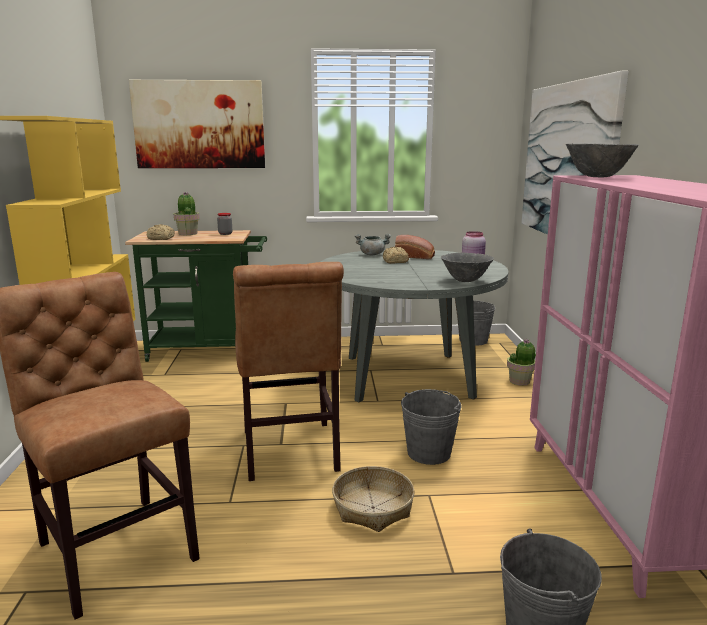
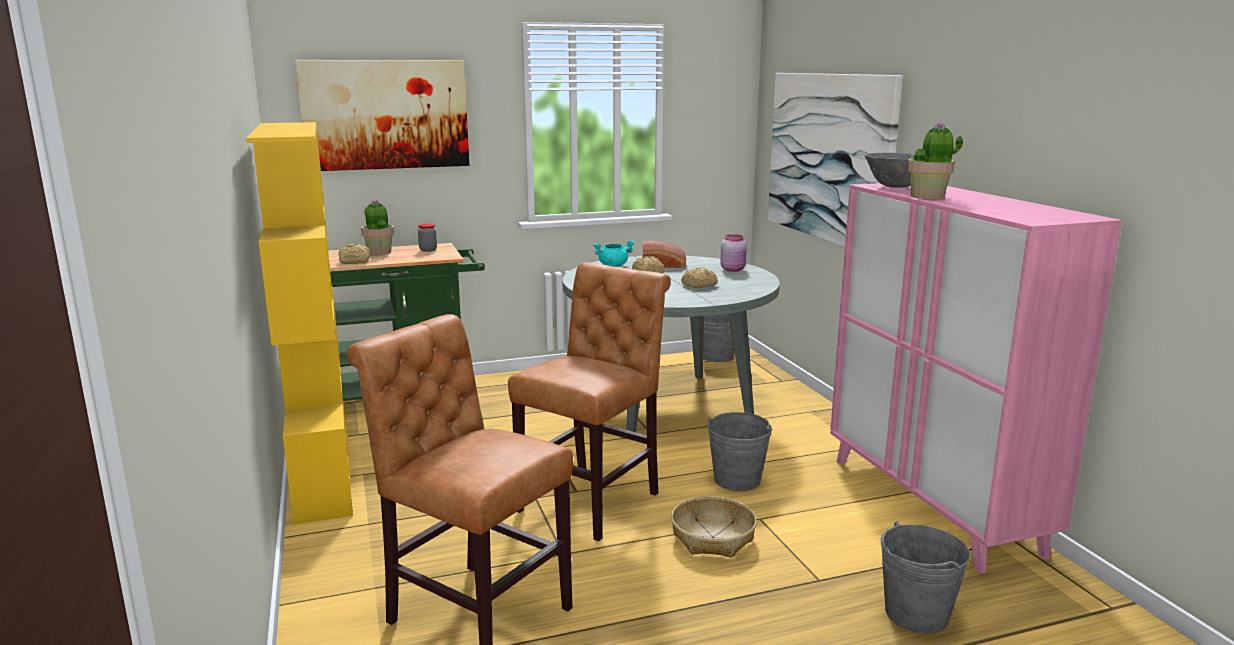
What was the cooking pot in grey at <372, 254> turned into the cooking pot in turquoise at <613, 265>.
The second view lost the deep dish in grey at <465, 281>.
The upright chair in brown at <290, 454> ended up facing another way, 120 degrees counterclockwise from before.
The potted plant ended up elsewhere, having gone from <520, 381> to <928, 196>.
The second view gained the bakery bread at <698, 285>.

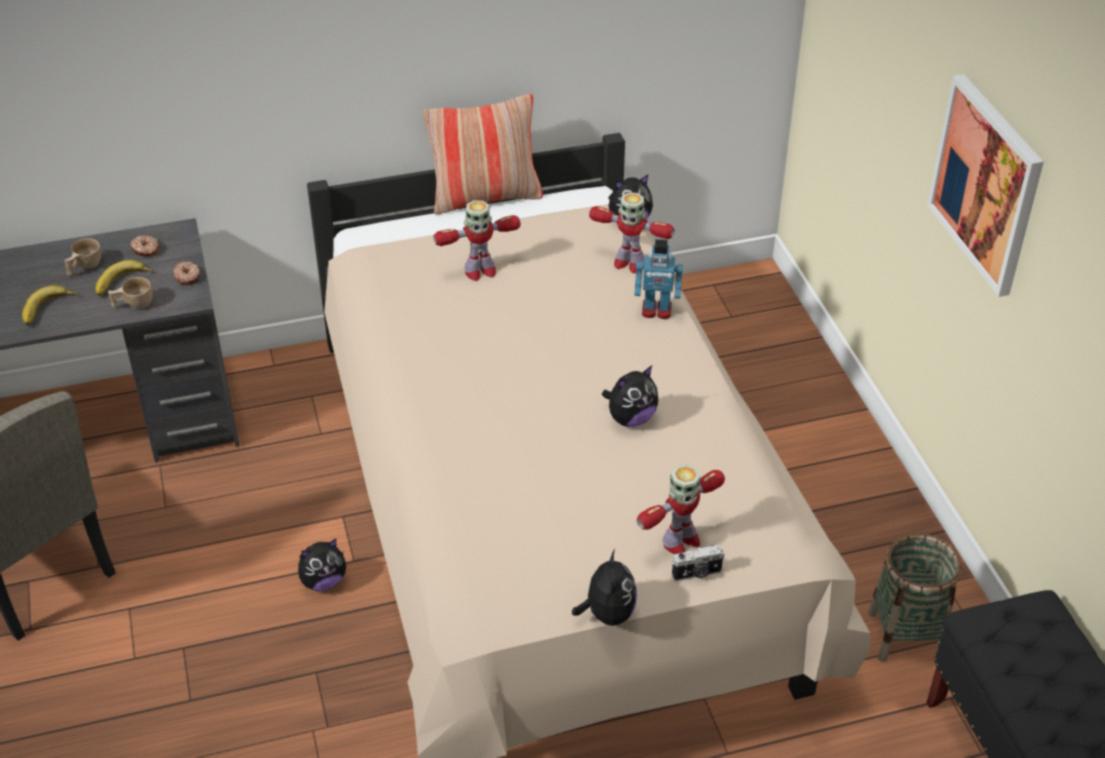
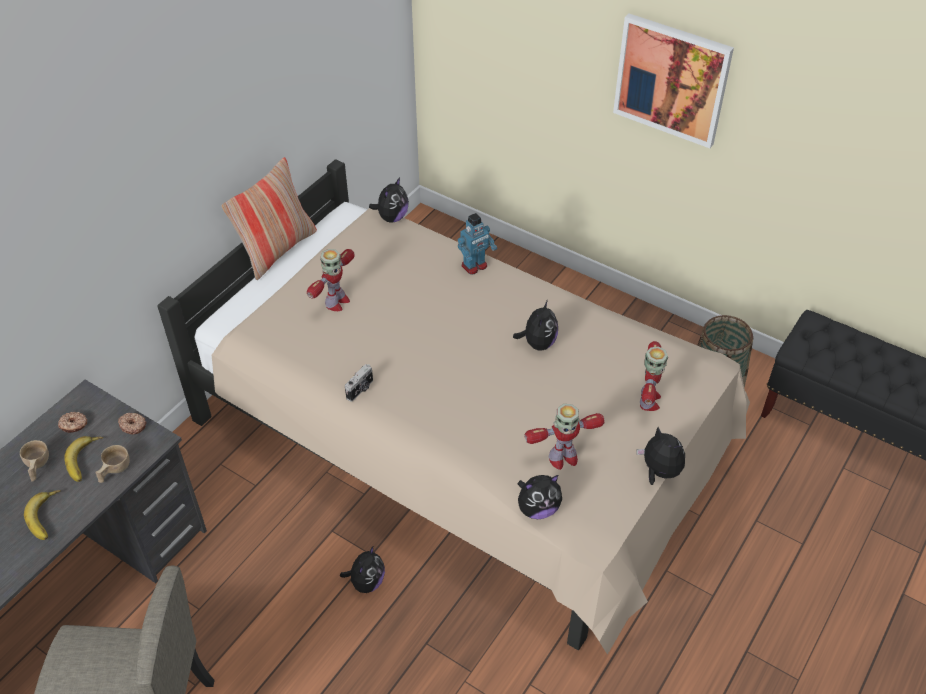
The model robot ended up elsewhere, having gone from <628, 263> to <562, 458>.
The photo camera ended up elsewhere, having gone from <697, 574> to <361, 390>.
The second view gained the cuddly toy at <537, 509>.

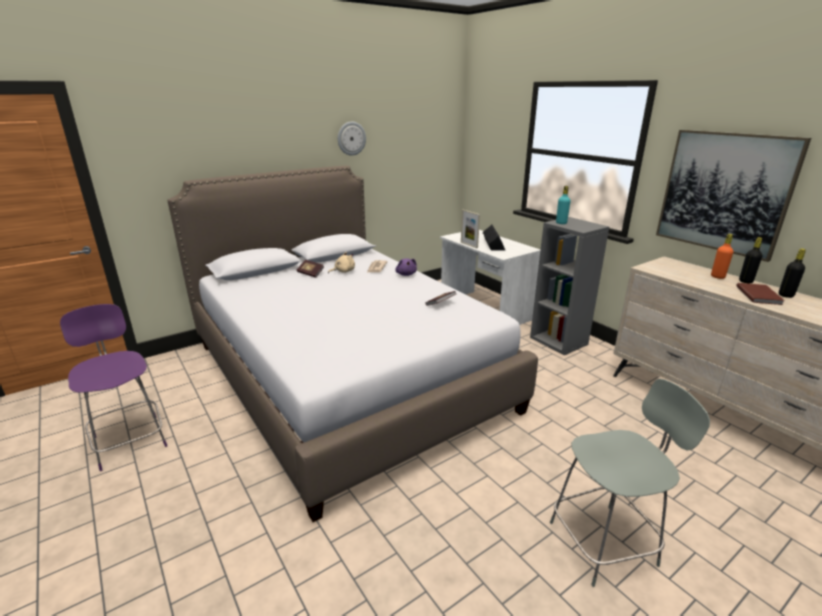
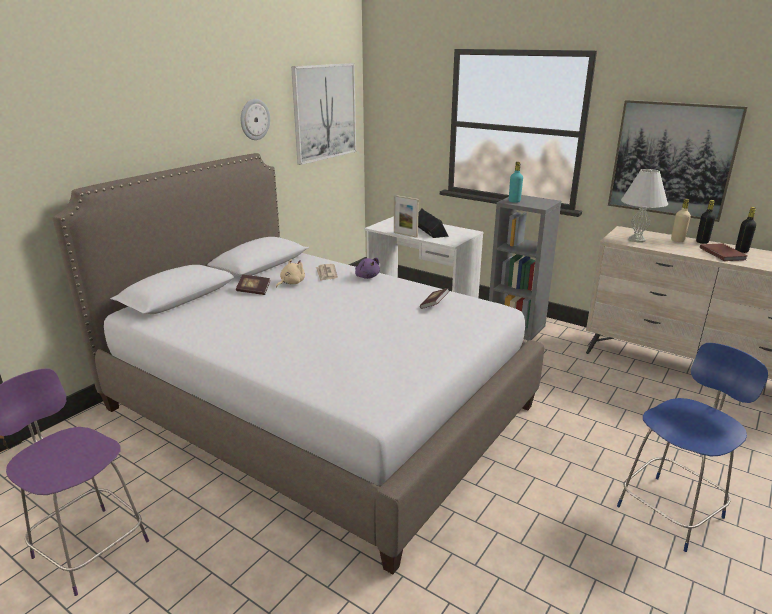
What was the bottle in orange at <717, 276> turned into the bottle in beige-coloured at <677, 240>.
What was the upright chair in grey at <605, 542> turned into the upright chair in blue at <672, 510>.
The second view gained the wall picture at <324, 112>.
The second view gained the lamp for a table in white-coloured at <636, 239>.

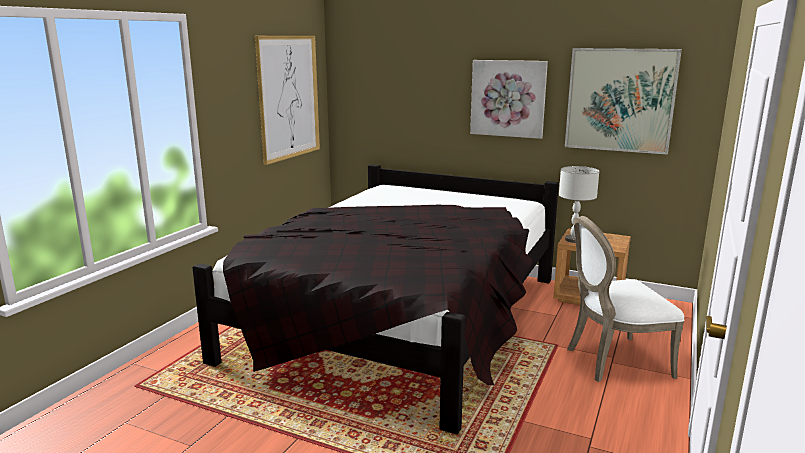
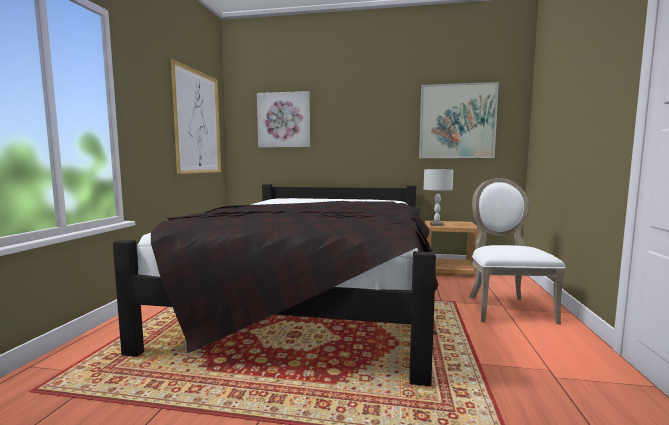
The wall picture ended up elsewhere, having gone from <508, 98> to <284, 120>.
The upright chair in white-coloured at <613, 361> ended up facing another way, 120 degrees clockwise from before.

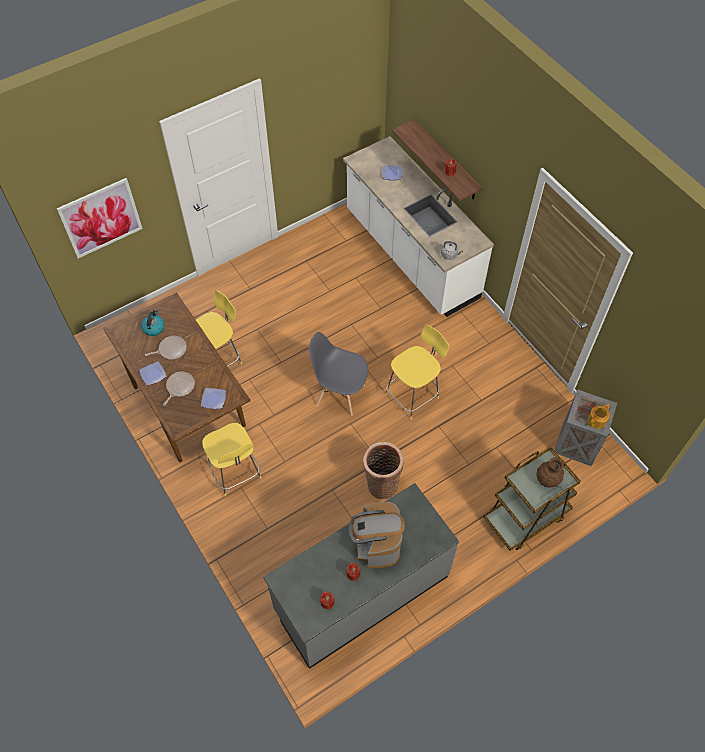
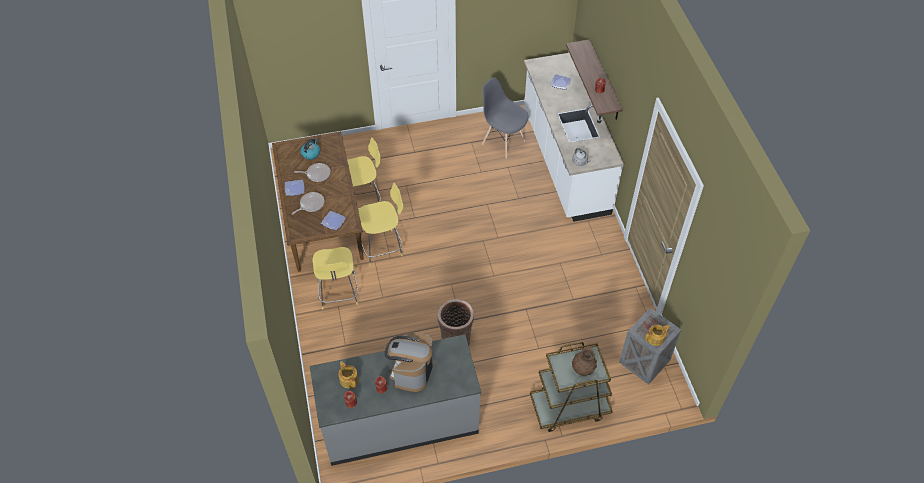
The second view lost the wall picture at <101, 218>.
The sitting stool in yellowish ended up elsewhere, having gone from <413, 395> to <383, 247>.
The upright chair in grey ended up elsewhere, having gone from <340, 394> to <503, 142>.
The second view gained the teapot at <349, 379>.

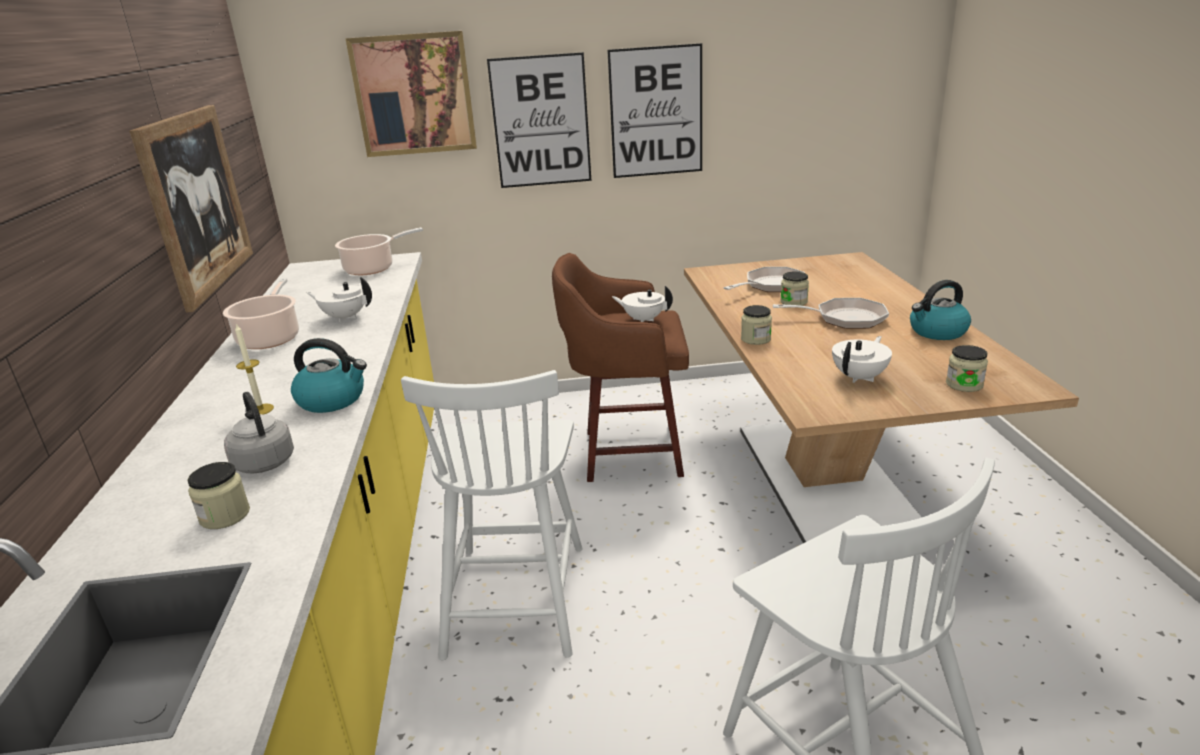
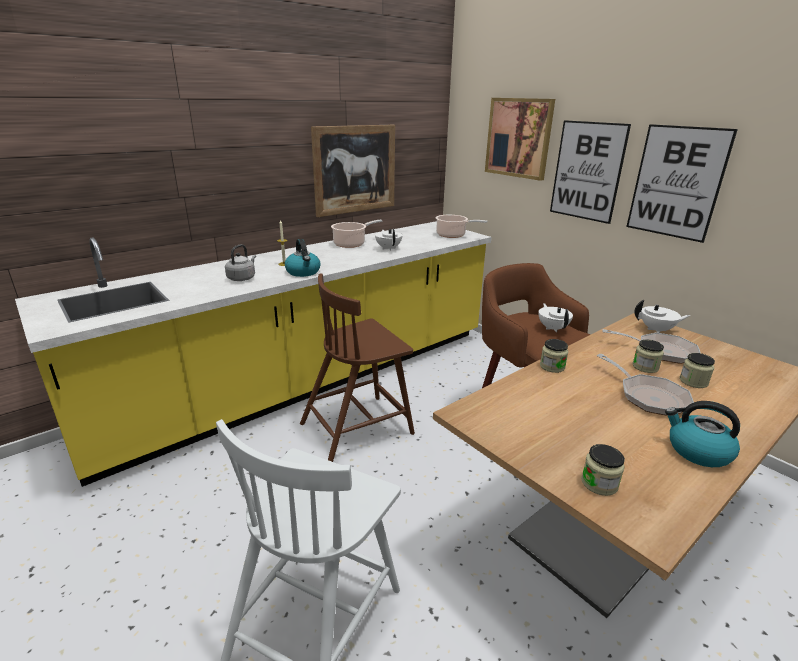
The teapot in white-coloured ended up elsewhere, having gone from <860, 377> to <657, 330>.
What was the upright chair in white-coloured at <515, 596> turned into the upright chair in brown at <358, 427>.
The preserve jar ended up elsewhere, having gone from <225, 515> to <693, 381>.

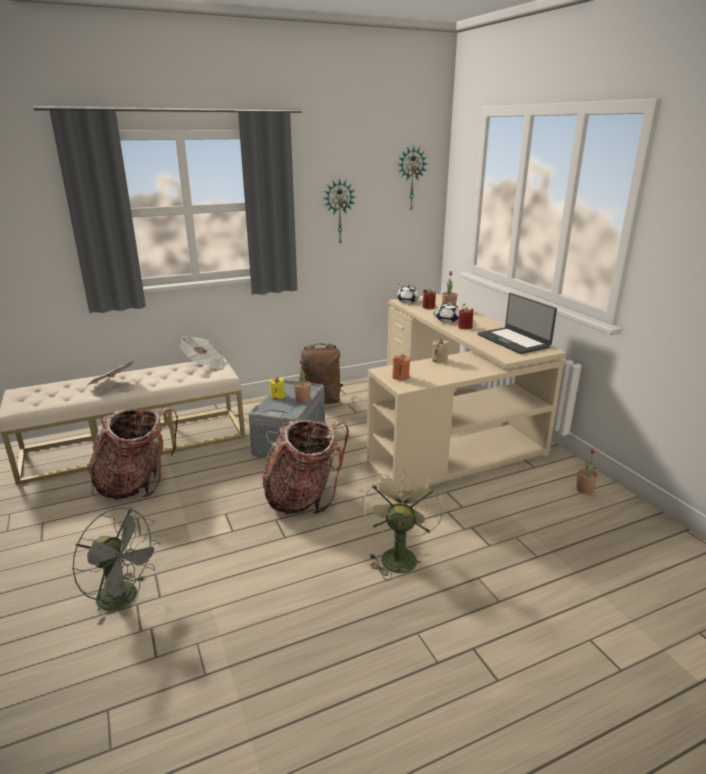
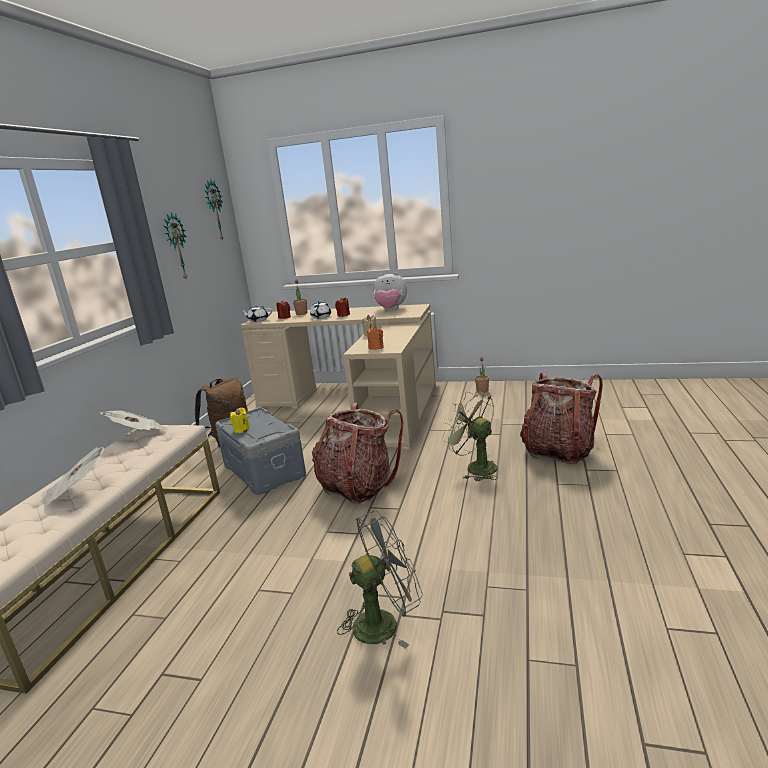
Where the notebook computer stood at <514, 341>, the cuddly toy came to stand at <390, 309>.
The second view lost the potted plant at <303, 399>.
The rucksack ended up elsewhere, having gone from <136, 483> to <558, 450>.

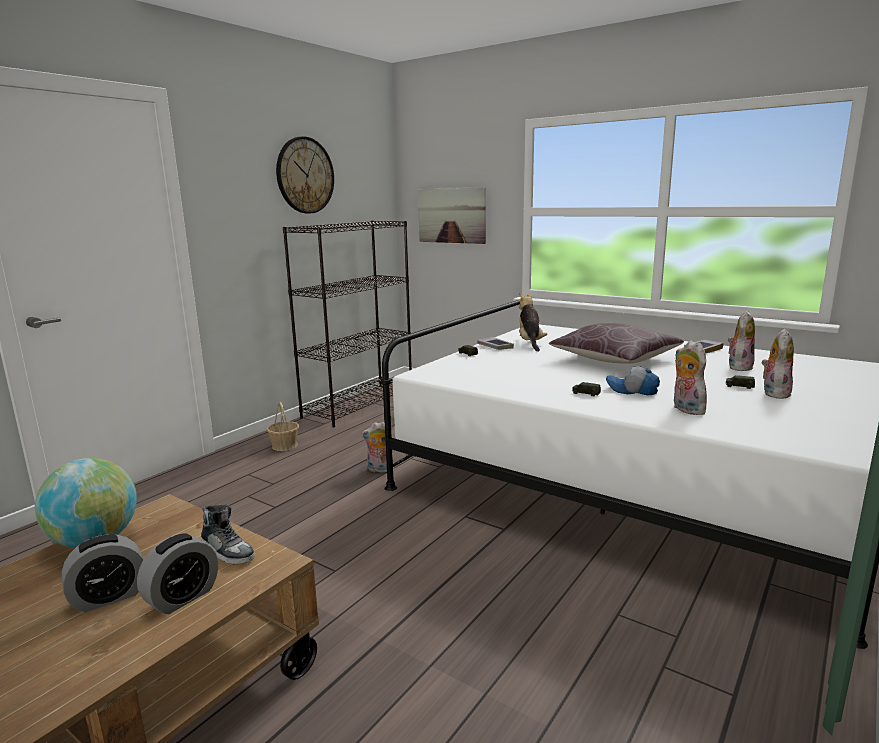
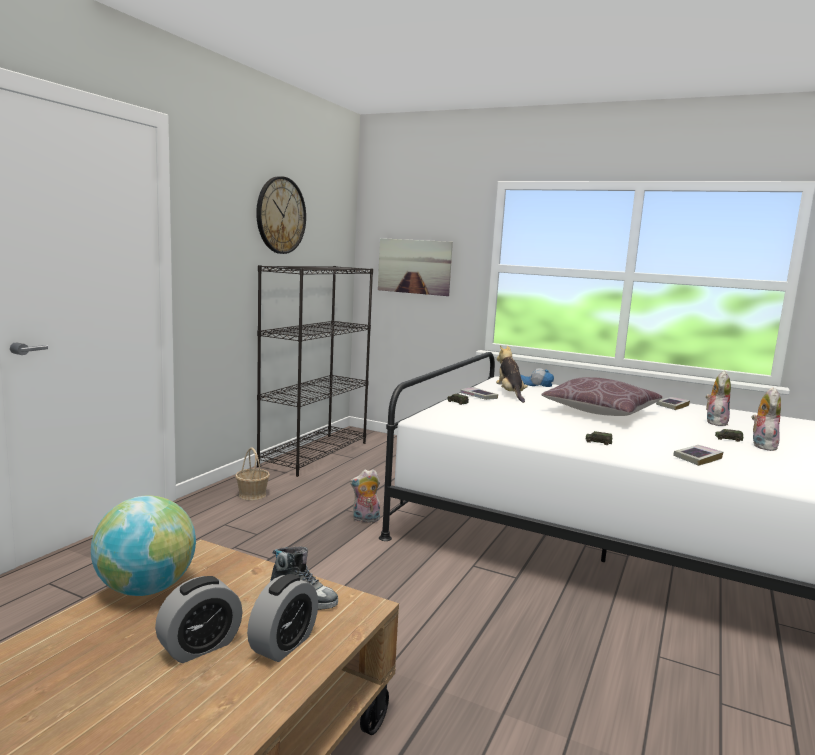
Where the cuddly toy stood at <685, 409>, the volume came to stand at <697, 458>.
The cap ended up elsewhere, having gone from <632, 390> to <535, 384>.

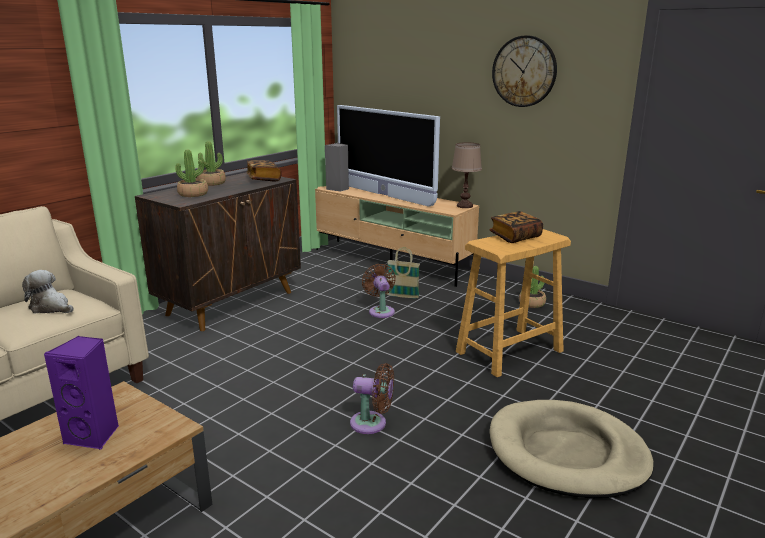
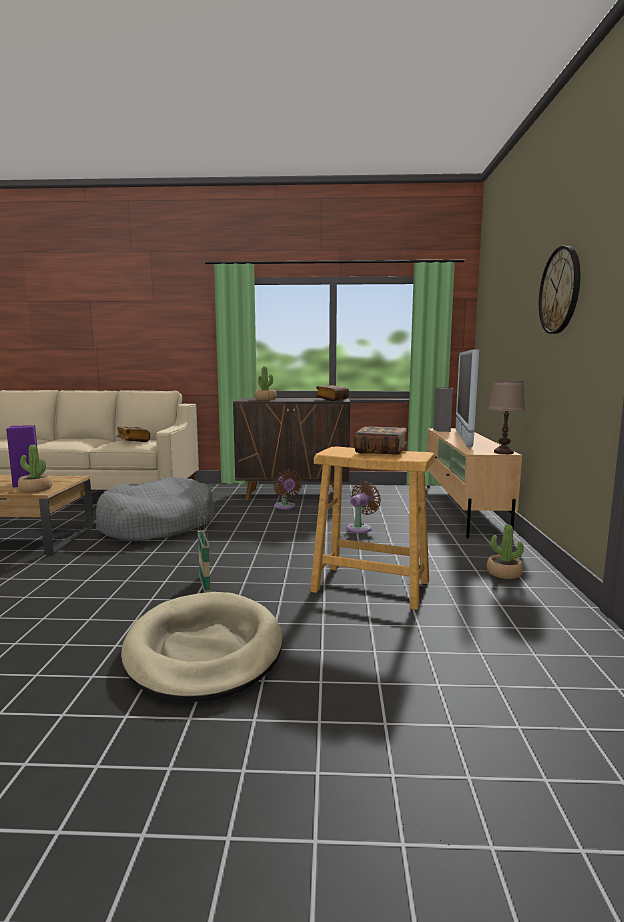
The potted plant ended up elsewhere, having gone from <211, 183> to <35, 489>.
The storage basket ended up elsewhere, having gone from <402, 296> to <204, 585>.
Where the cuddly toy stood at <51, 307>, the volume came to stand at <133, 441>.
The electric fan in brown ended up elsewhere, having gone from <372, 423> to <285, 507>.
The second view gained the pet bed in grey at <157, 525>.

